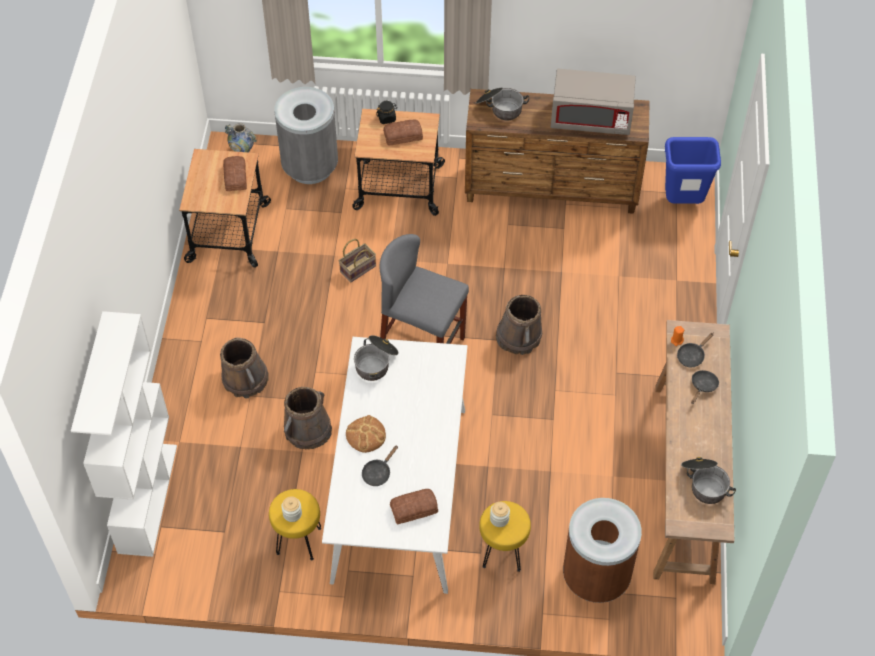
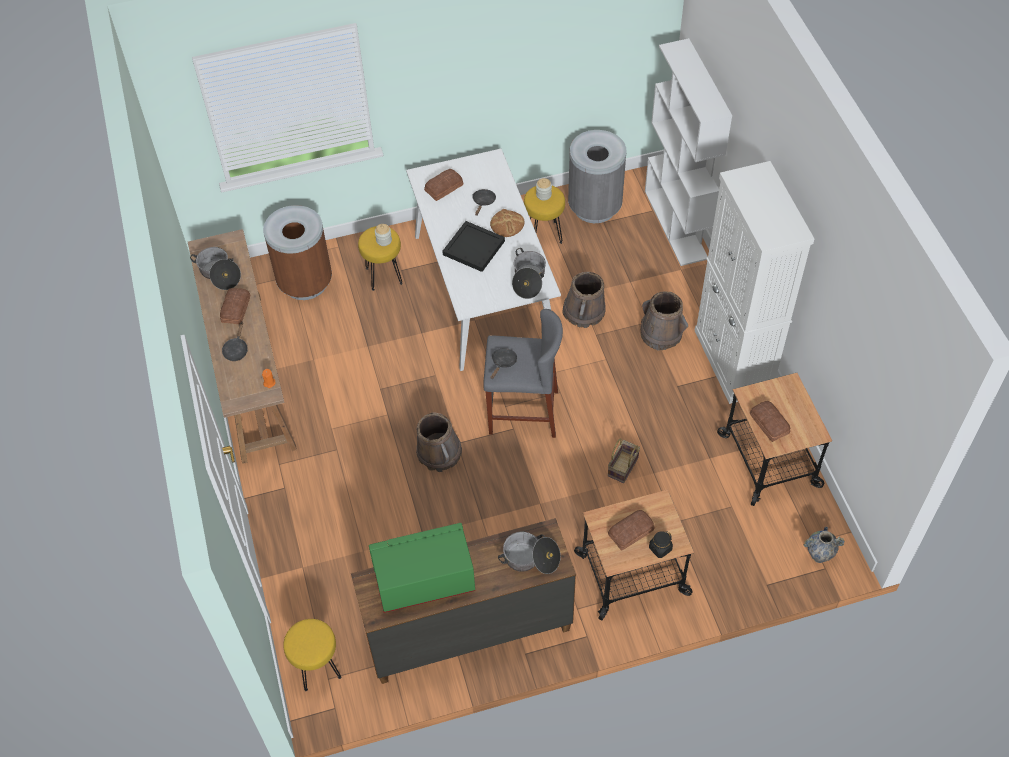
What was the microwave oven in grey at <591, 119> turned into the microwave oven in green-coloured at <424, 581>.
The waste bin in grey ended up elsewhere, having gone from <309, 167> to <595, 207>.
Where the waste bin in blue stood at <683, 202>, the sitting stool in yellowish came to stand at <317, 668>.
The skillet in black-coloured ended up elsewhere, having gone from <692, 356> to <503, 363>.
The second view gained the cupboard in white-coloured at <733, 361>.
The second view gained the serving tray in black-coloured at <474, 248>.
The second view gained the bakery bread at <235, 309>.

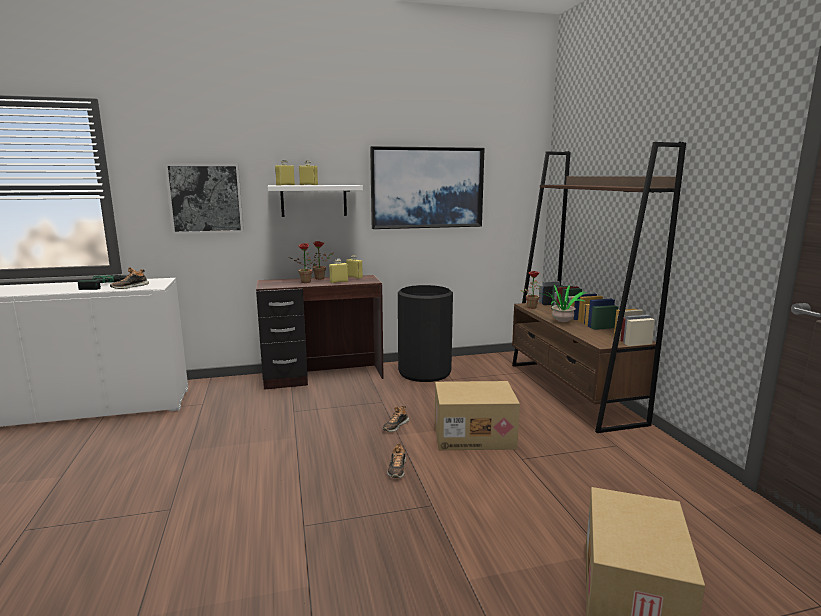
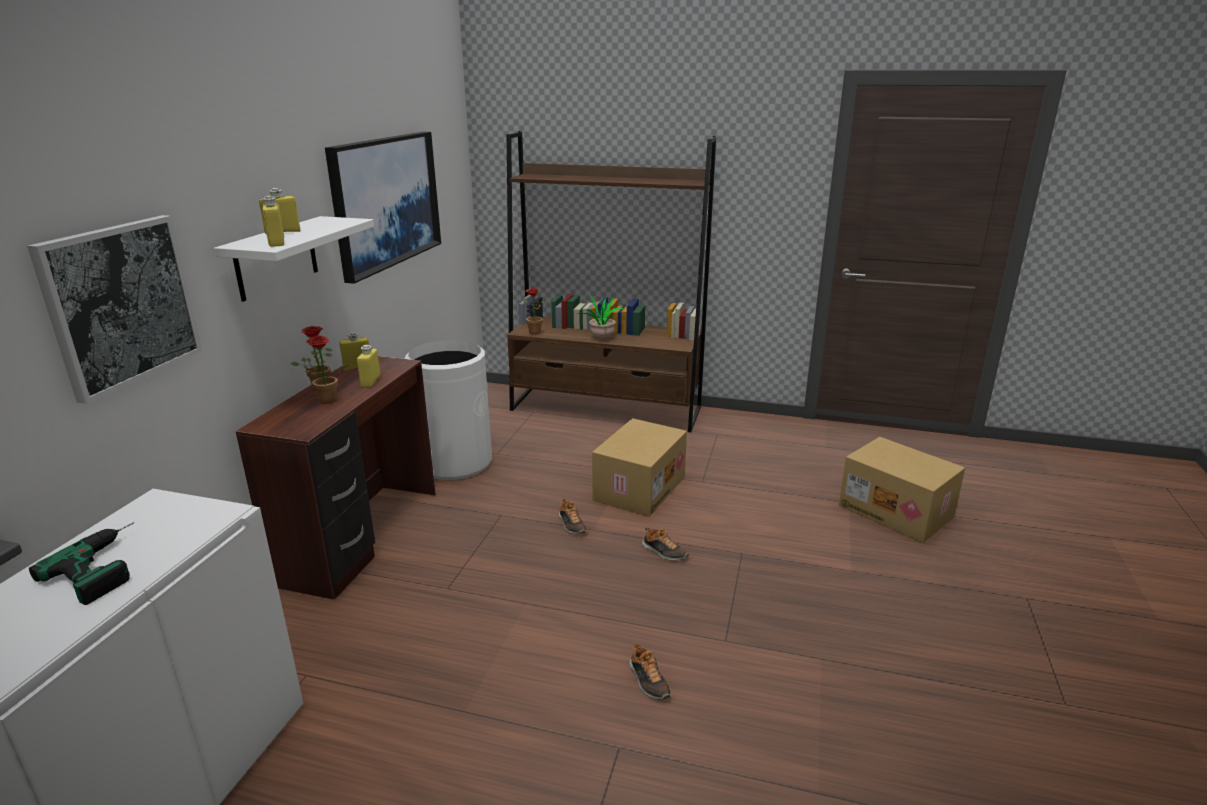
The shoe ended up elsewhere, having gone from <129, 287> to <648, 681>.
What was the waste bin in black-coloured at <424, 372> turned into the waste bin in white-coloured at <455, 462>.

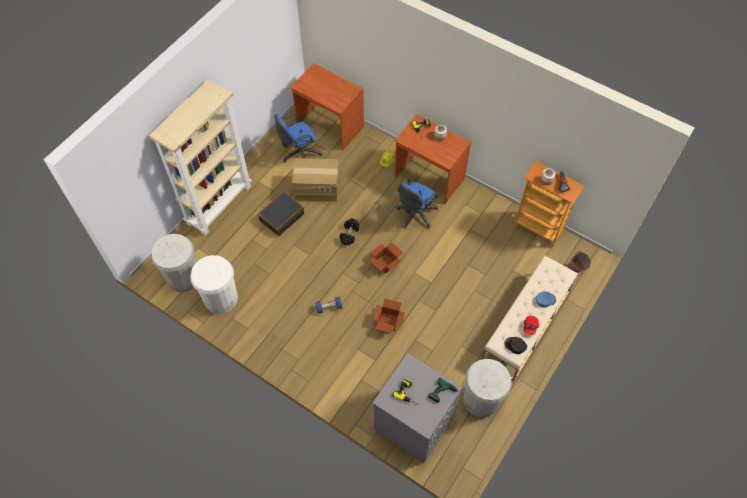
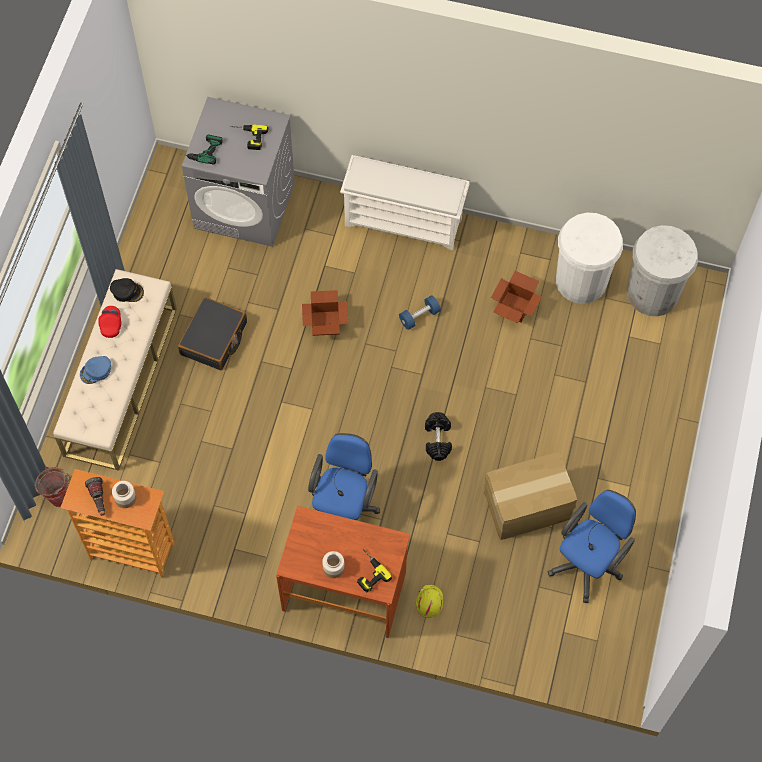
The second view lost the desk unit in brown at <329, 126>.
The second view lost the shelving unit in beige-coloured at <219, 204>.
The suitcase in black-coloured ended up elsewhere, having gone from <281, 217> to <214, 339>.
The carton ended up elsewhere, having gone from <386, 263> to <513, 307>.
The second view lost the waste bin in white-coloured at <481, 400>.
The second view gained the shoe stand in white-coloured at <404, 221>.

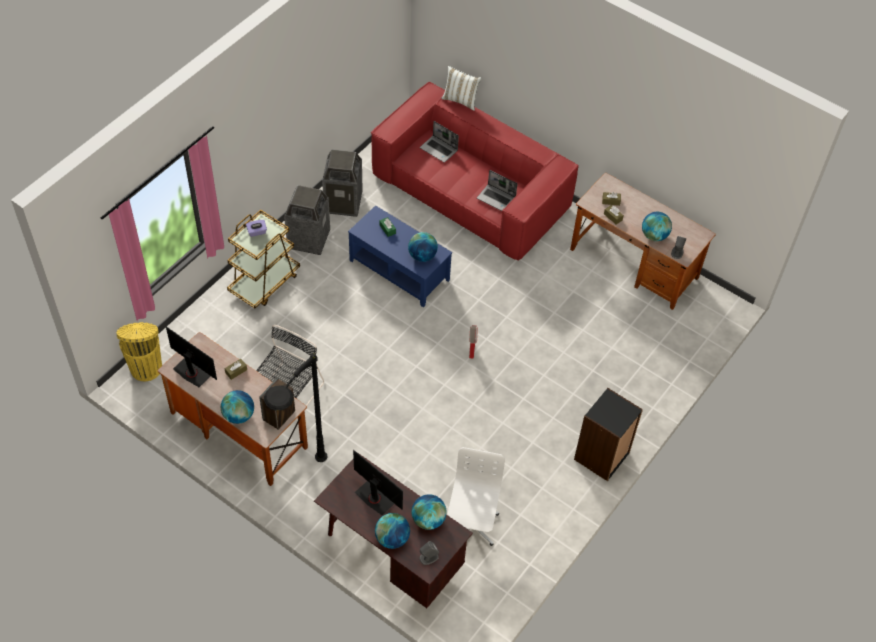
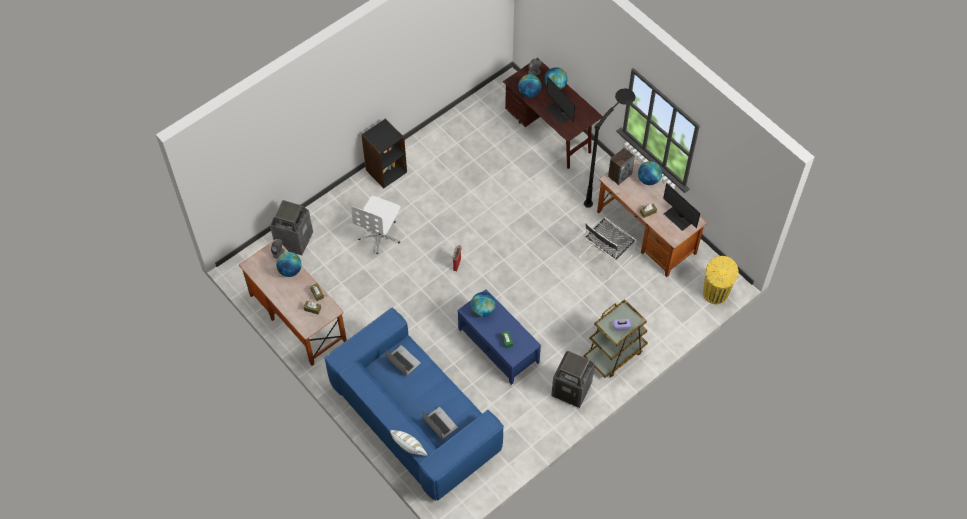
What was the sofa in reddish at <471, 192> turned into the sofa in blue at <415, 416>.
The waste bin ended up elsewhere, having gone from <343, 202> to <294, 240>.
The desk chair in white-coloured ended up elsewhere, having gone from <470, 525> to <380, 235>.

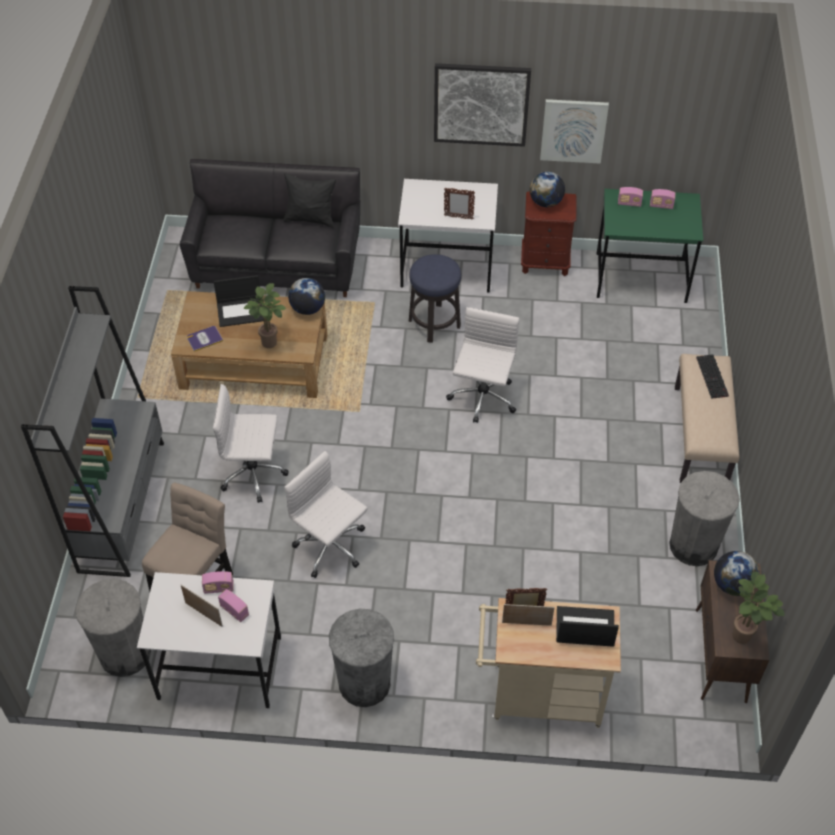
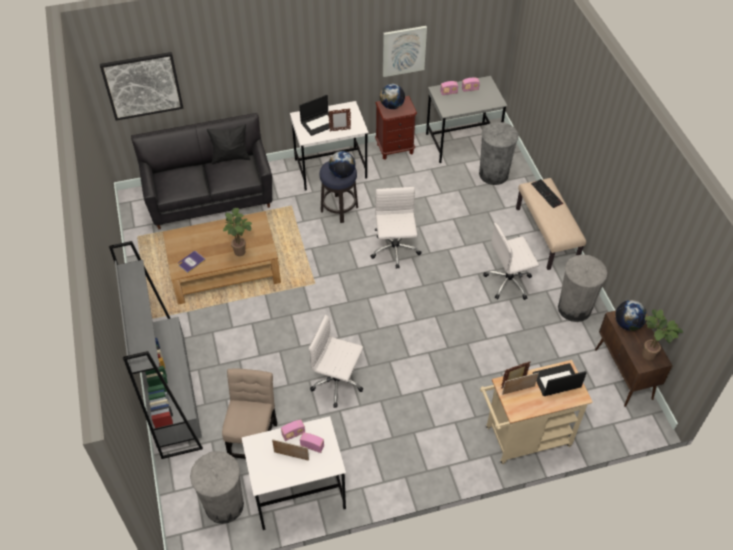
The wall picture ended up elsewhere, having gone from <481, 104> to <142, 86>.
What was the desk unit in green-coloured at <641, 277> turned into the desk unit in grey at <462, 142>.
The notebook computer ended up elsewhere, having gone from <241, 311> to <319, 123>.
The world globe ended up elsewhere, having gone from <307, 309> to <342, 174>.
The desk chair in white-coloured ended up elsewhere, having gone from <254, 473> to <509, 282>.
The waste bin in grey ended up elsewhere, having gone from <364, 683> to <493, 174>.

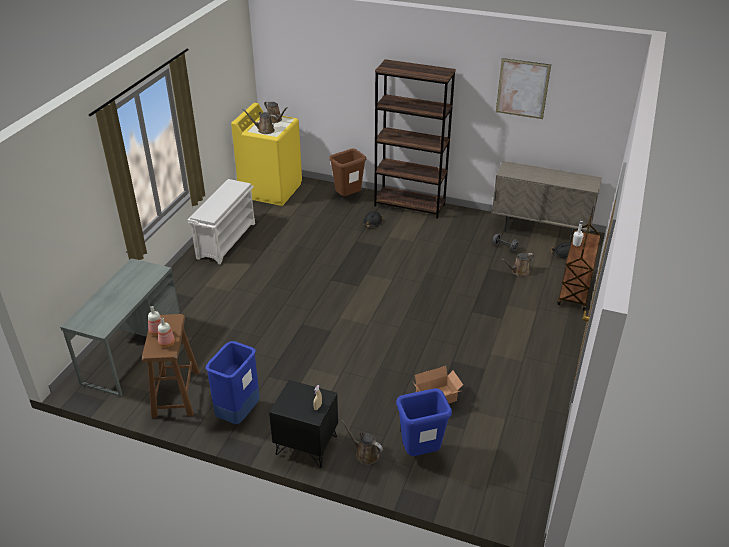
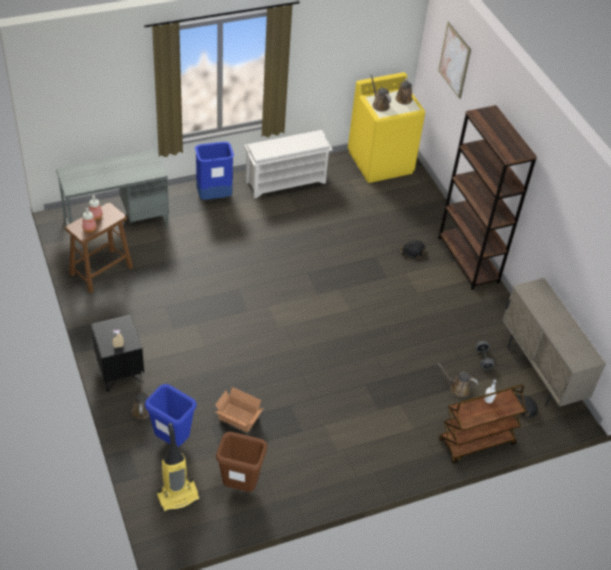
The wall picture ended up elsewhere, having gone from <522, 88> to <454, 60>.
The waste bin in brown ended up elsewhere, having gone from <348, 197> to <240, 486>.
The waste bin in blue ended up elsewhere, having gone from <238, 413> to <214, 196>.
The second view gained the vacuum at <178, 496>.

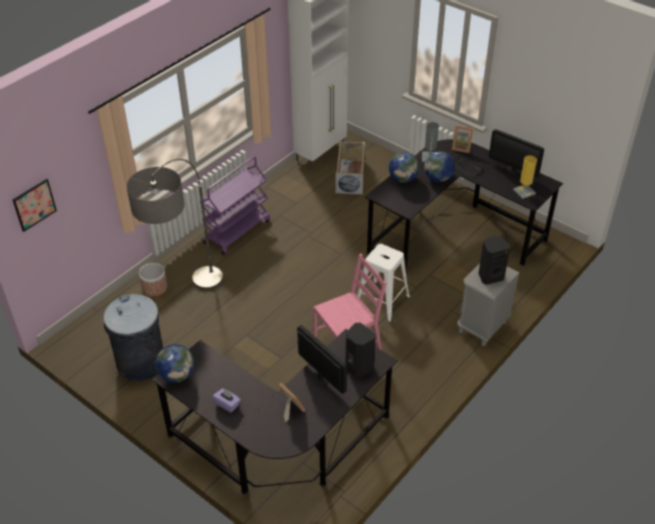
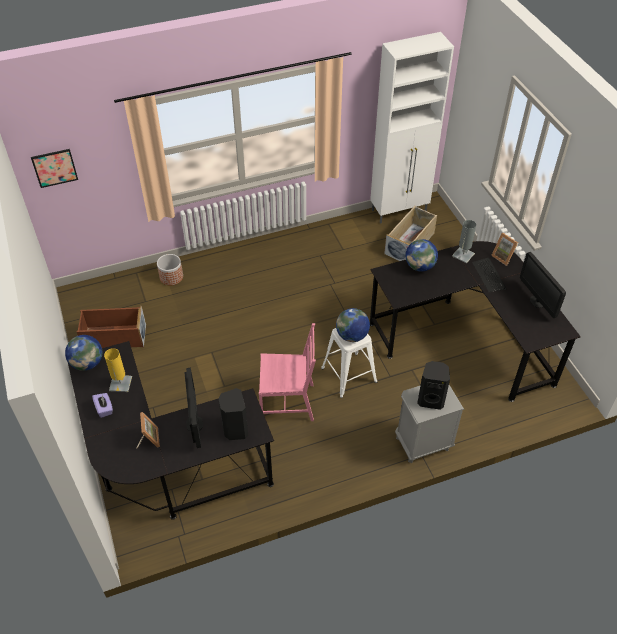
The world globe ended up elsewhere, having gone from <438, 178> to <352, 336>.
The lamp for a table in yellowish ended up elsewhere, having gone from <524, 191> to <120, 383>.
The second view lost the trolley in purplish at <237, 231>.
The second view lost the floor lamp at <187, 303>.
Where the waste bin in grey stood at <141, 363>, the storage box in brown came to stand at <114, 337>.

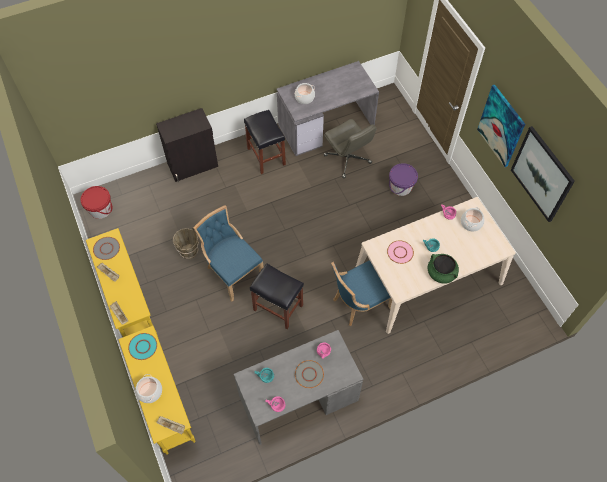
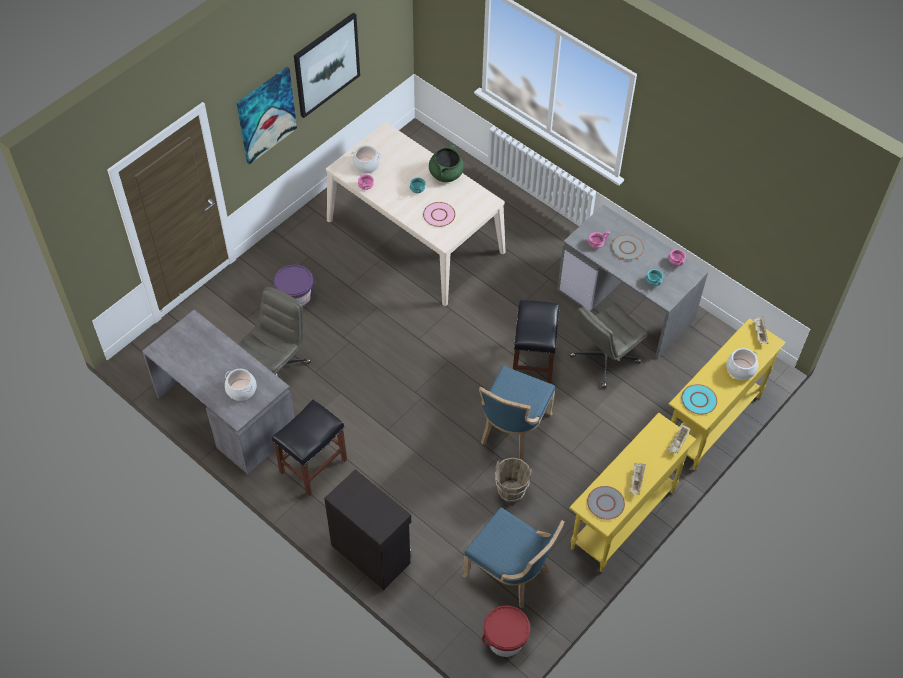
The upright chair in blue ended up elsewhere, having gone from <359, 303> to <510, 573>.
The second view gained the desk chair in grey at <604, 360>.

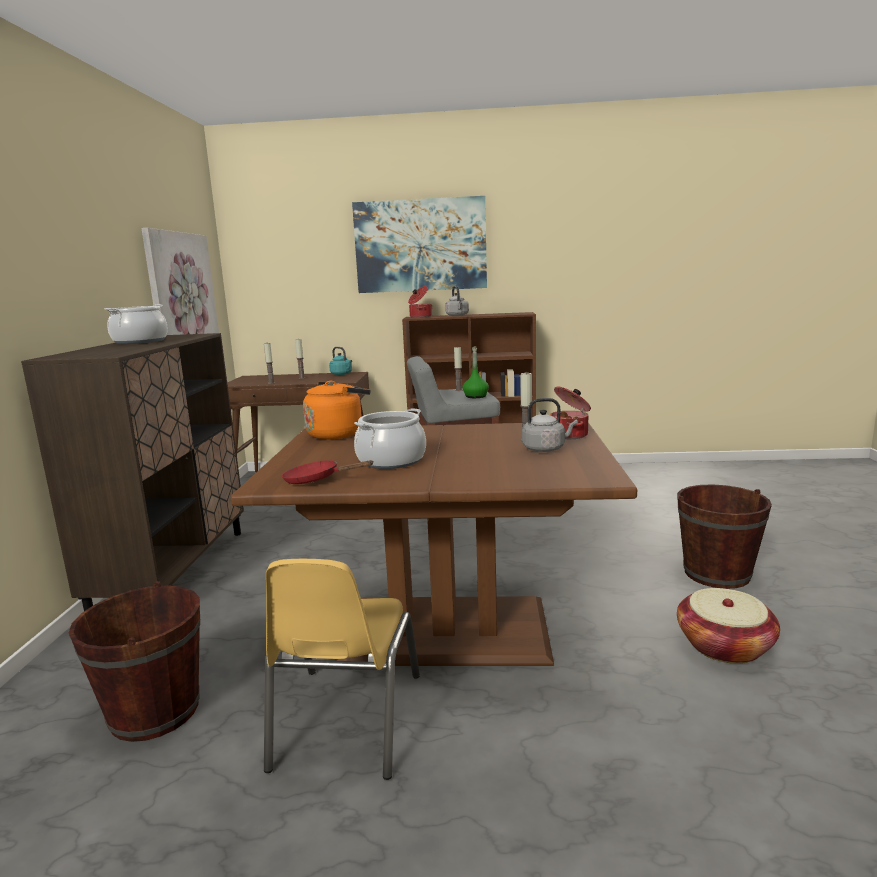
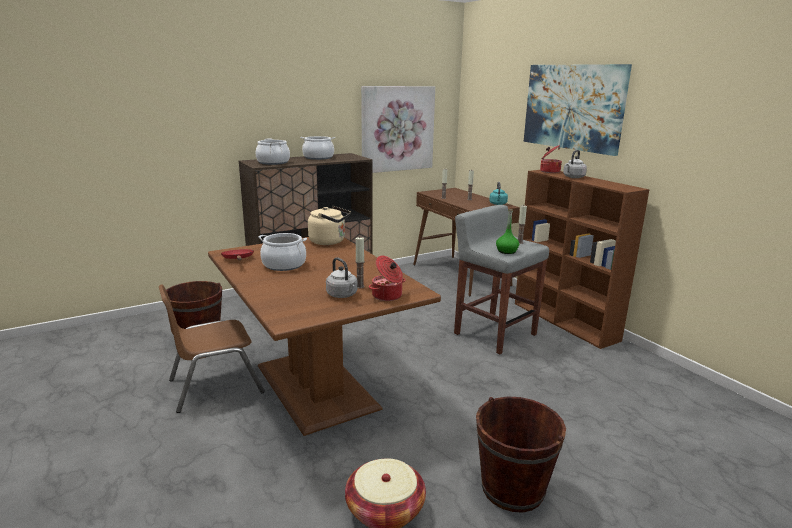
What was the water kettle in orange at <338, 434> turned into the water kettle in beige-coloured at <329, 241>.
What was the upright chair in yellowish at <346, 720> turned into the upright chair in brown at <215, 386>.
The second view gained the cooking pot at <273, 162>.

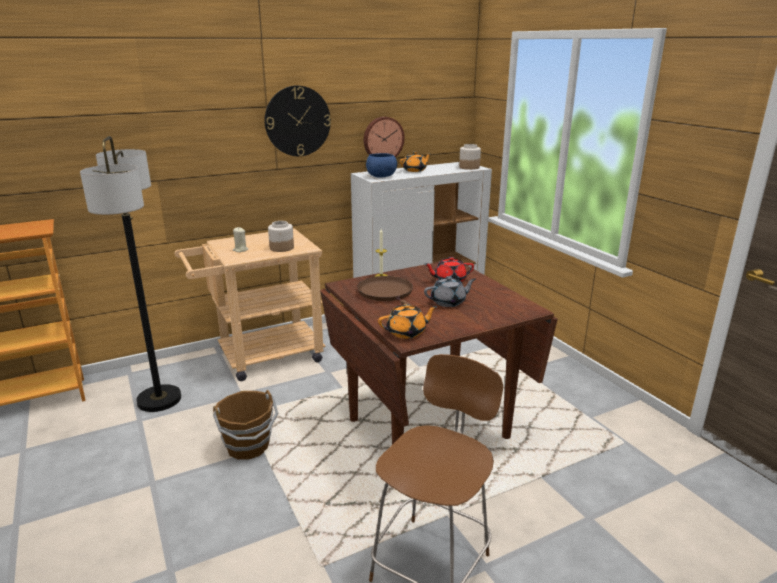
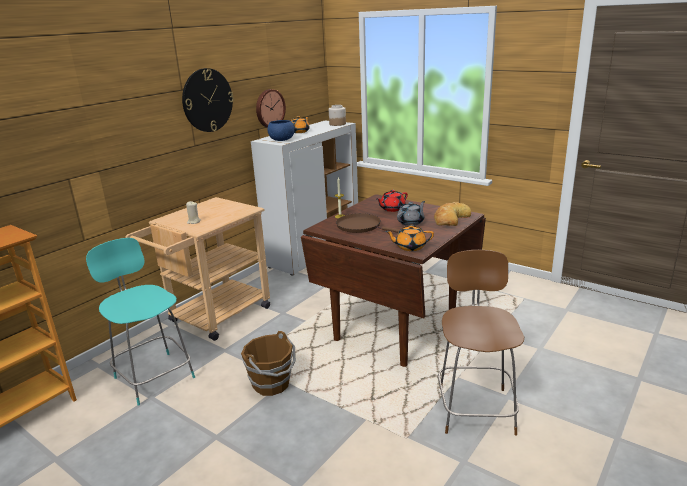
Where the floor lamp stood at <159, 399>, the upright chair in turquoise came to stand at <153, 376>.
The second view lost the preserve jar at <281, 248>.
The teapot in orange at <407, 332> ended up facing another way, 135 degrees counterclockwise from before.
The second view gained the bakery bread at <450, 219>.

